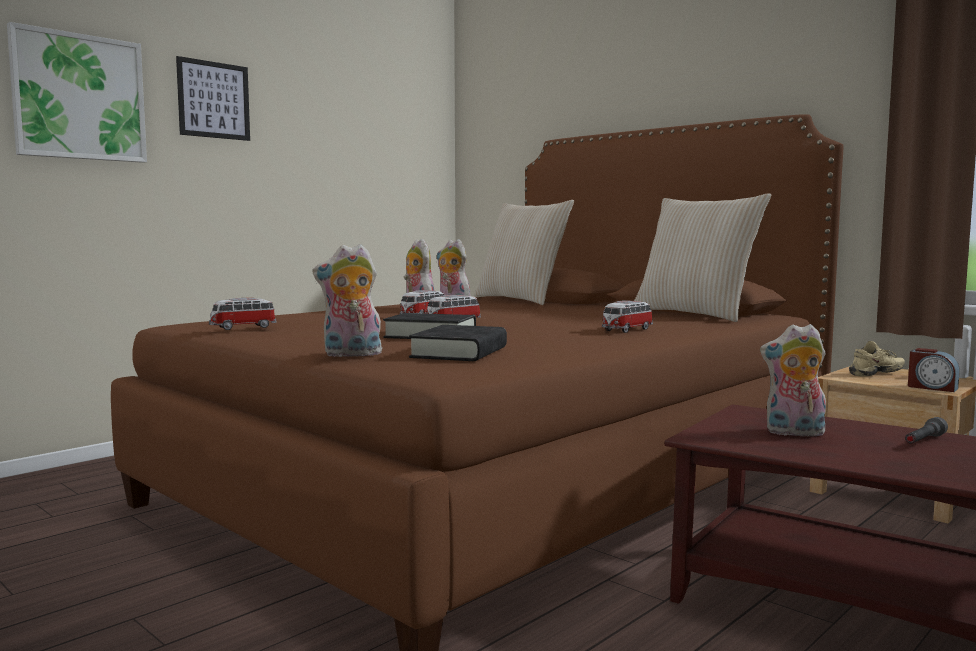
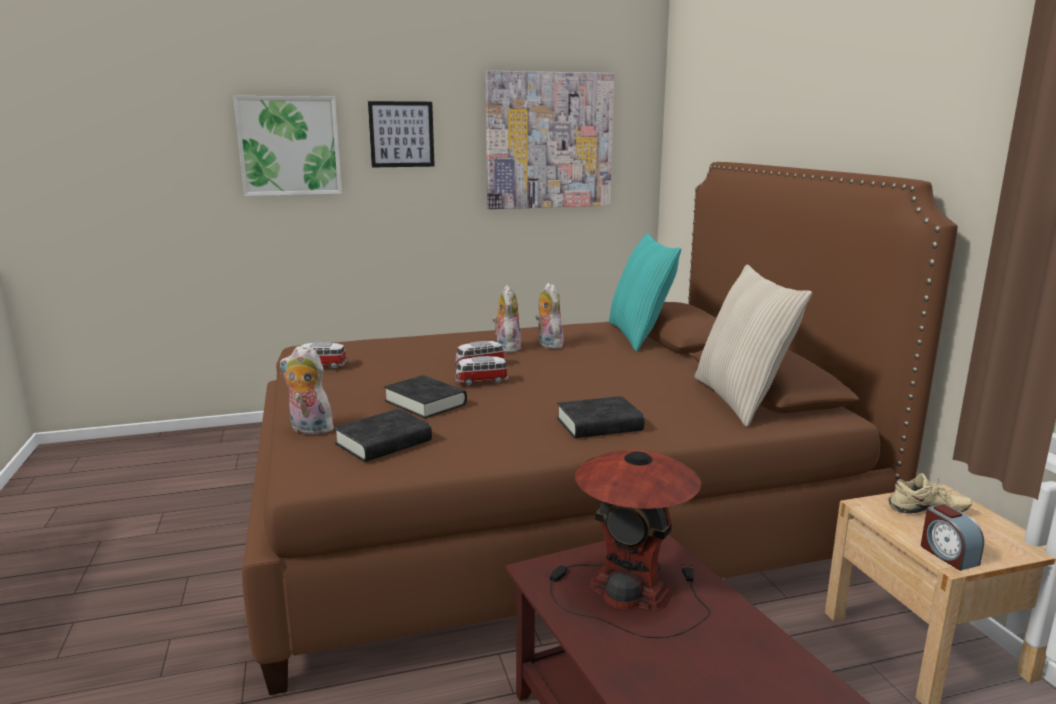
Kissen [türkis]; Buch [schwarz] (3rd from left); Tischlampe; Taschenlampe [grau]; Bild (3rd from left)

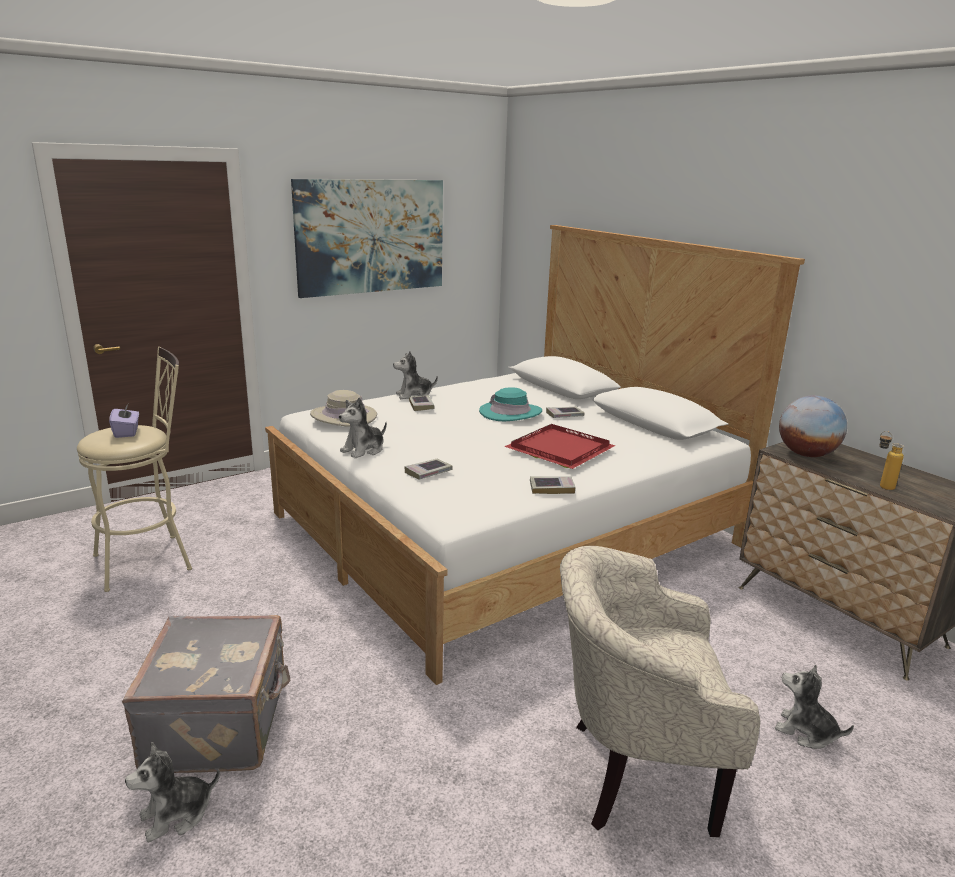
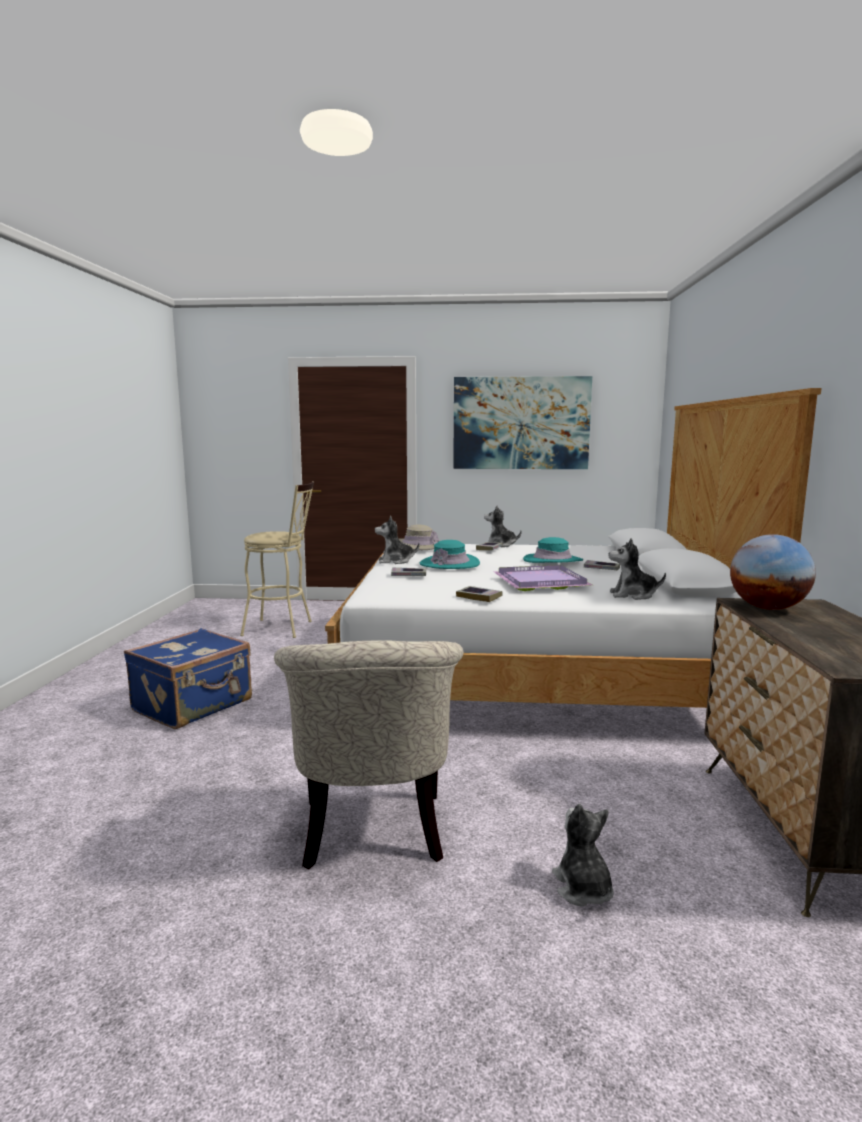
Taschentuchbox [lila]; Koffer [blau]; Plüschtier (4th from left); Tablett [lila]; Sessel [beige]; Flasche; Hut [türkis] (1st from left)

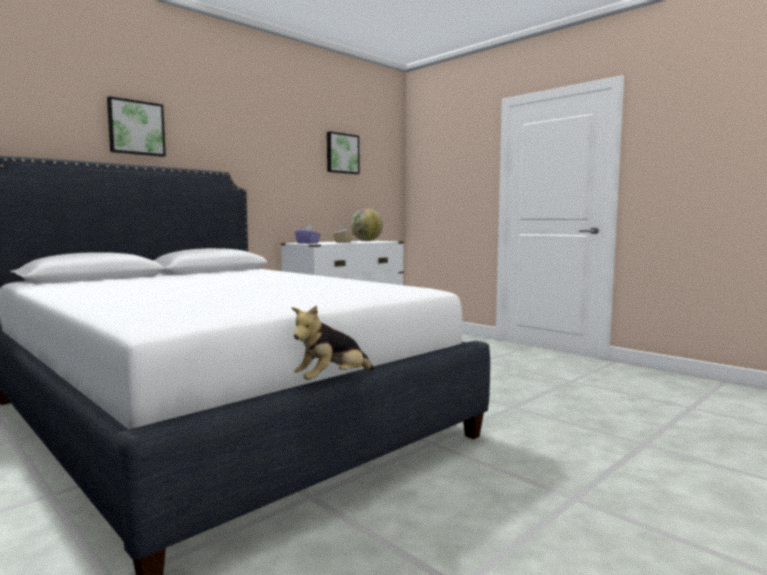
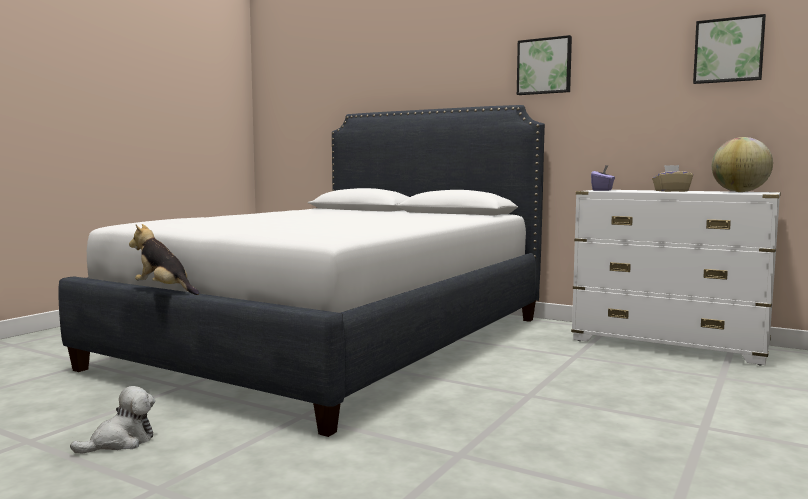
Bild (1st from left); Plüschtier (1st from left)

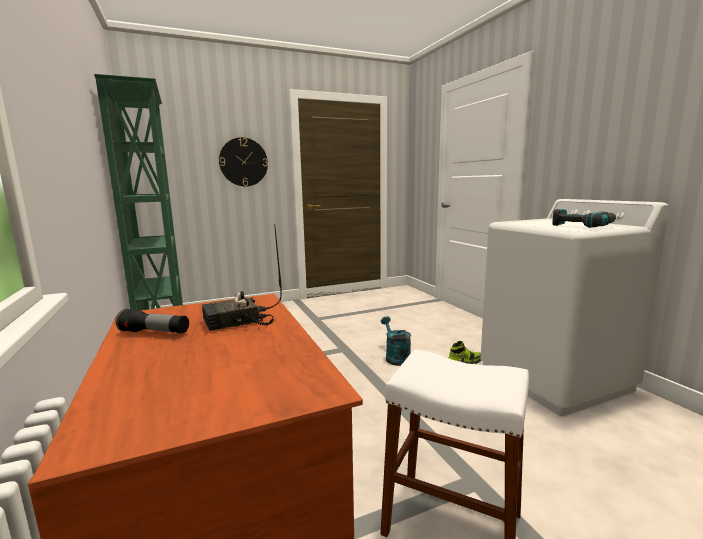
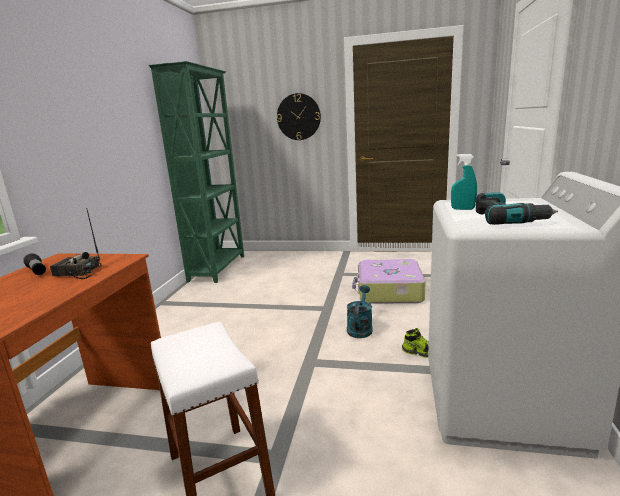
Koffer; Sprühflasche [türkis]

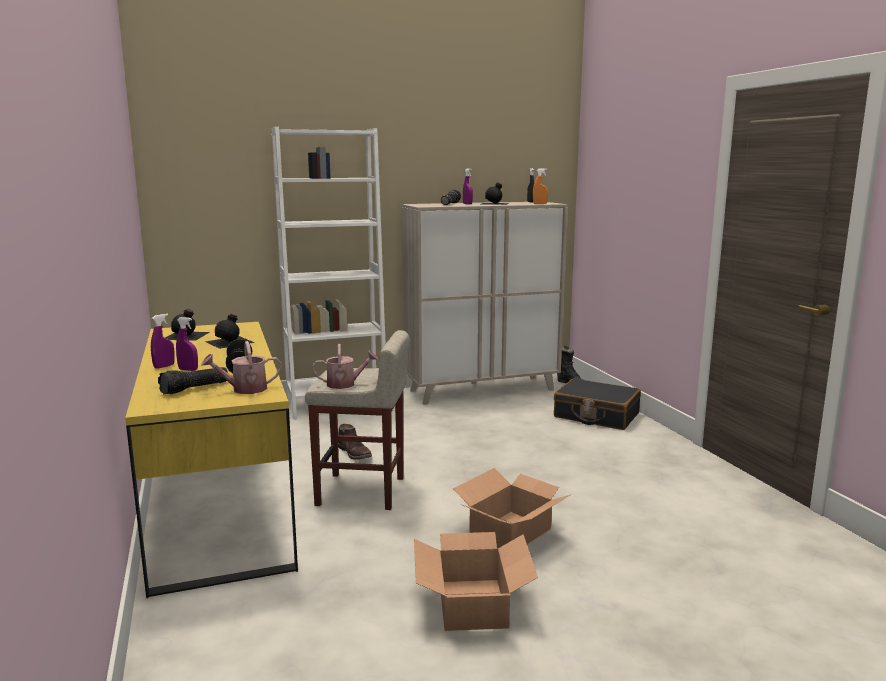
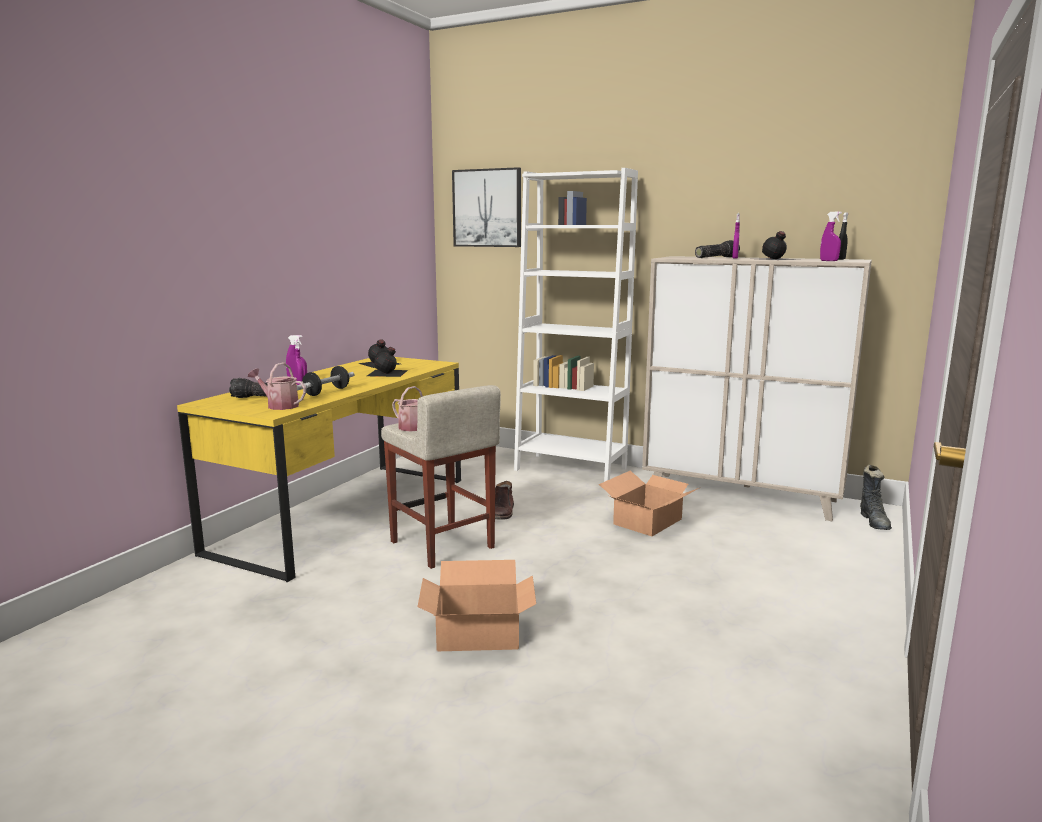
Karton (2nd from left); Sprühflasche [lila] (4th from left); Koffer [schwarz]; Bild

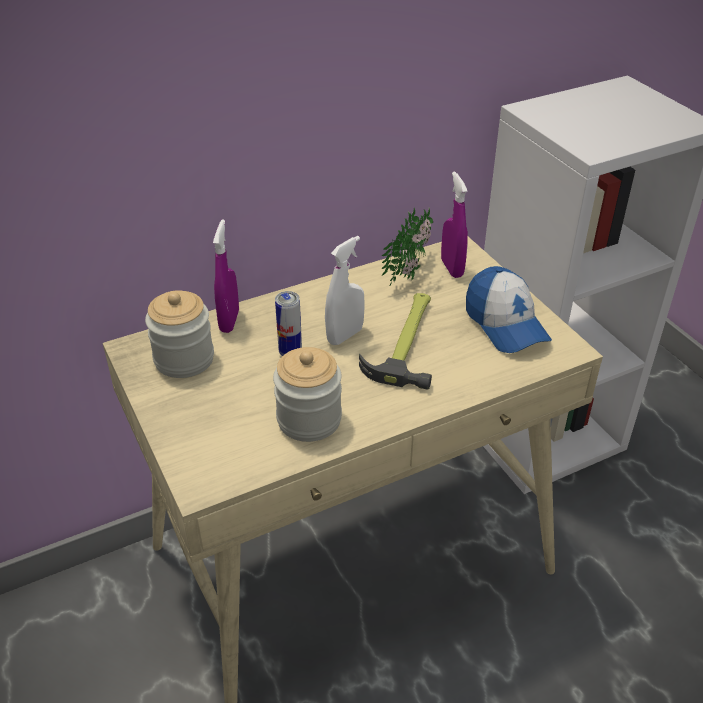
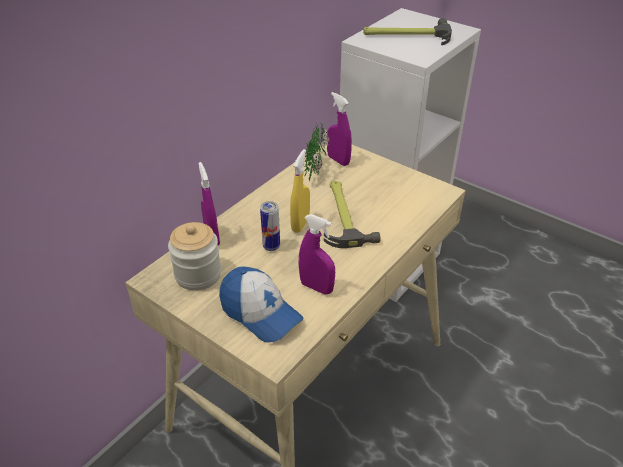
Sprühflasche [lila] (2nd from left); Sprühflasche [gelb]; Kappe; Hammer (2nd from left)

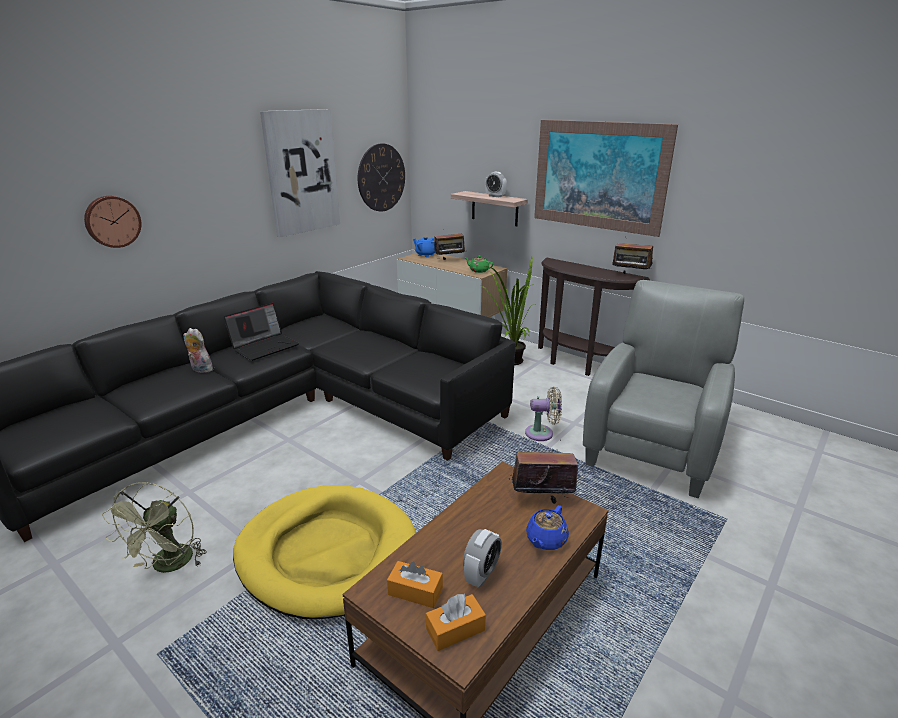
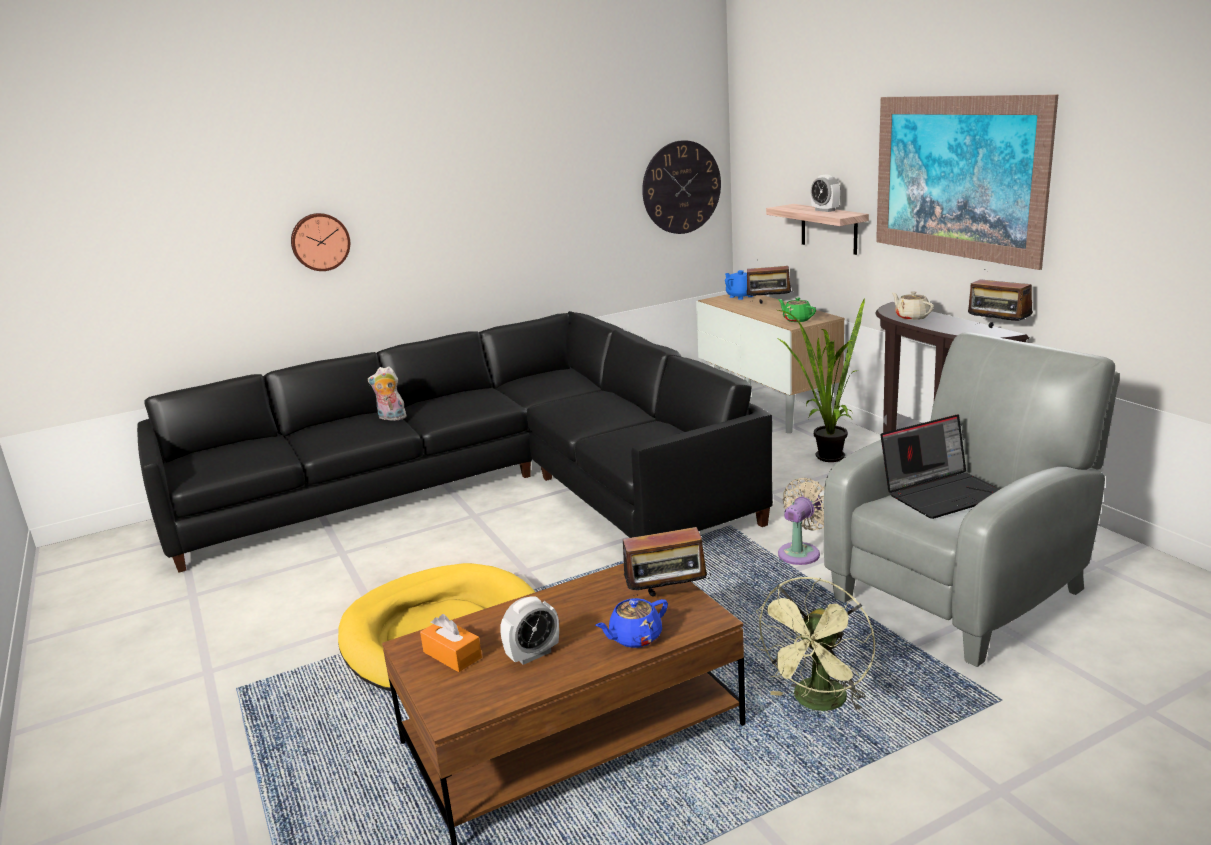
Ventilator [grün]; Plüschtier; Laptop; Bild (1st from left in the first image); Taschentuchbox [orange] (2nd from left in the first image); Radio (1st from left); Ventilator [beige]; Teekanne [beige]

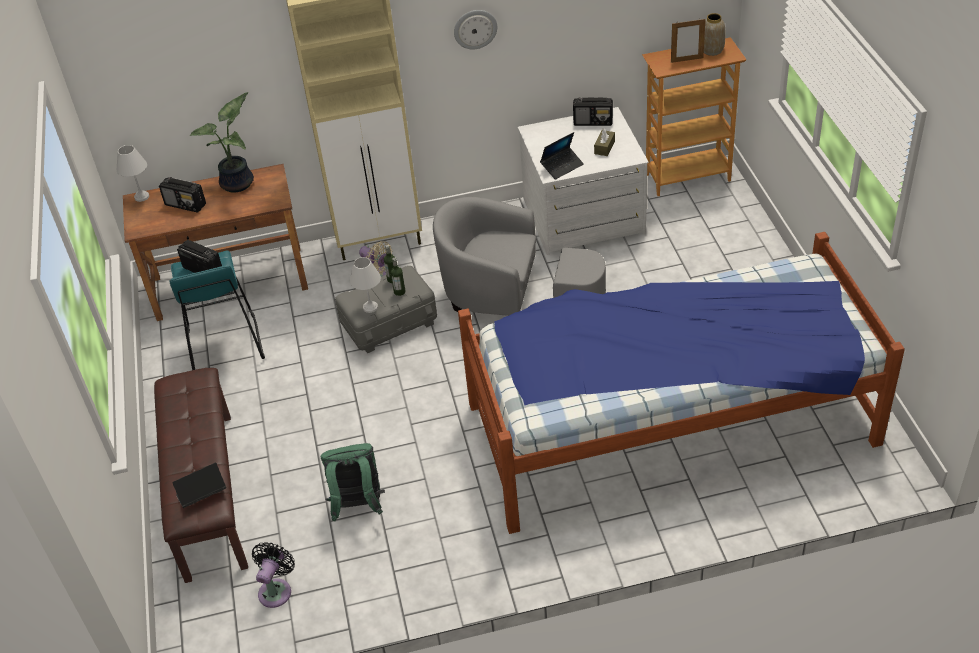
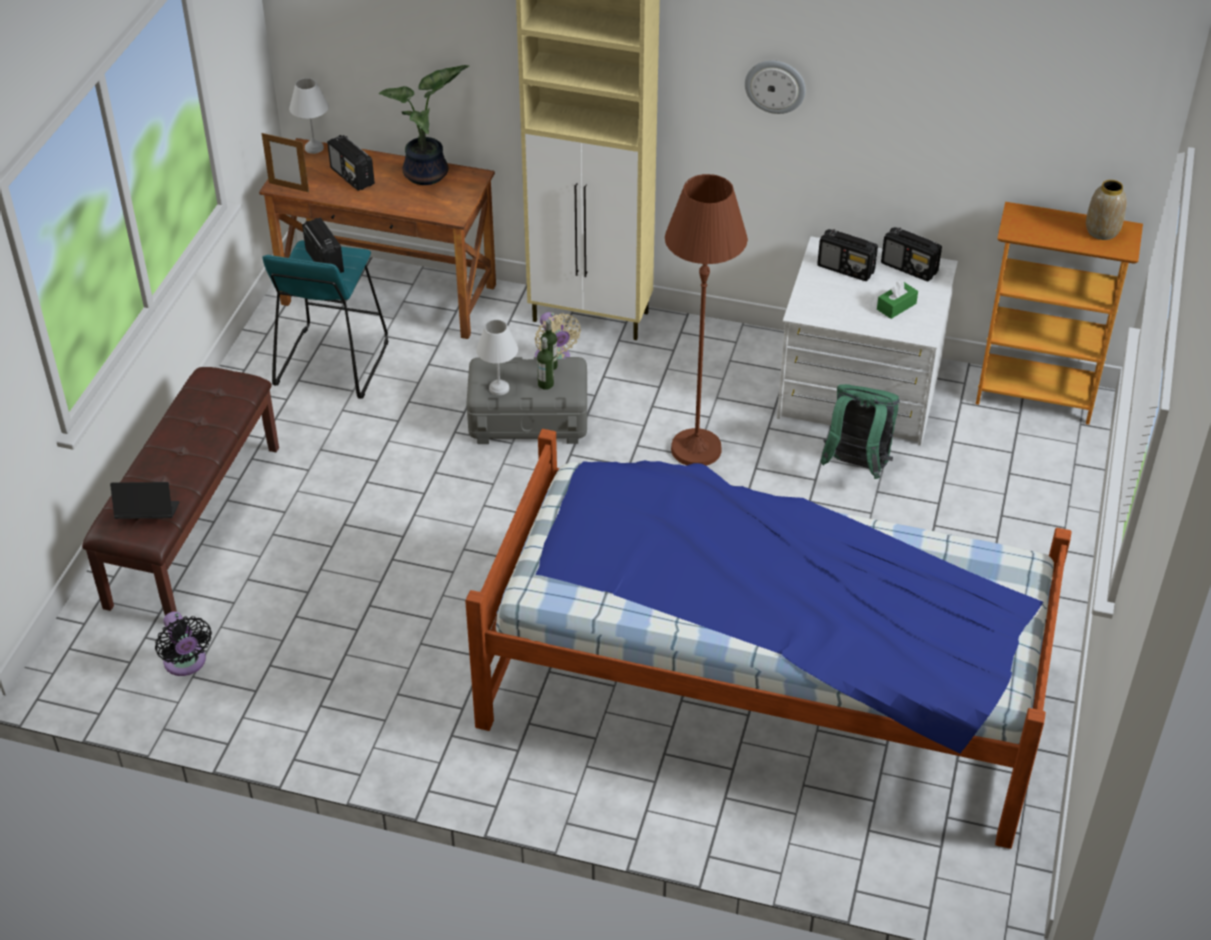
Ventilator [schwarz]; Rucksack [grün]; Stehlampe [braun]; Laptop (2nd from left in the first image); Taschentuchbox [grün]; Bilderrahmen; Radio (3rd from left)

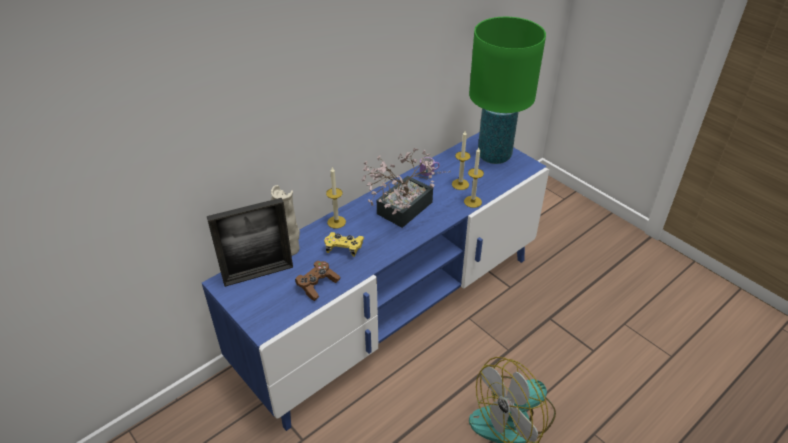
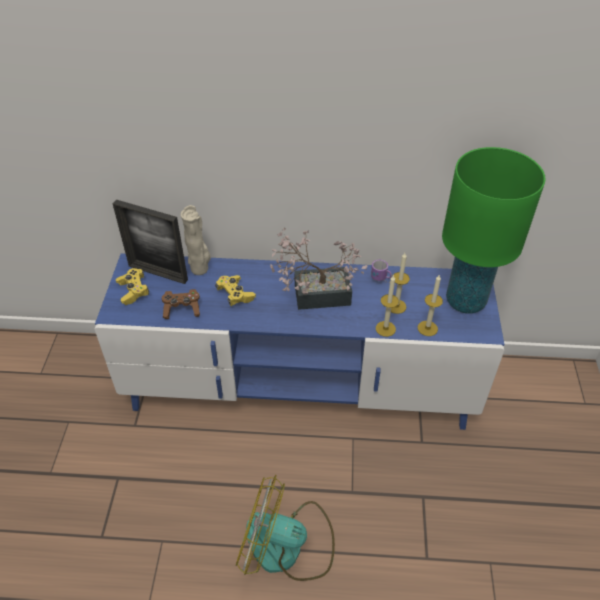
Kerze (3rd from left); Gamepad [gelb] (1st from left)

